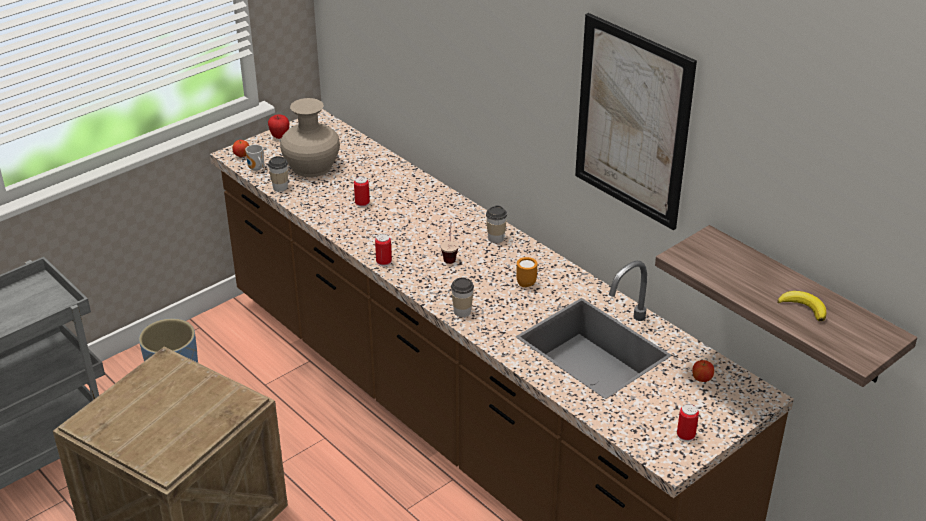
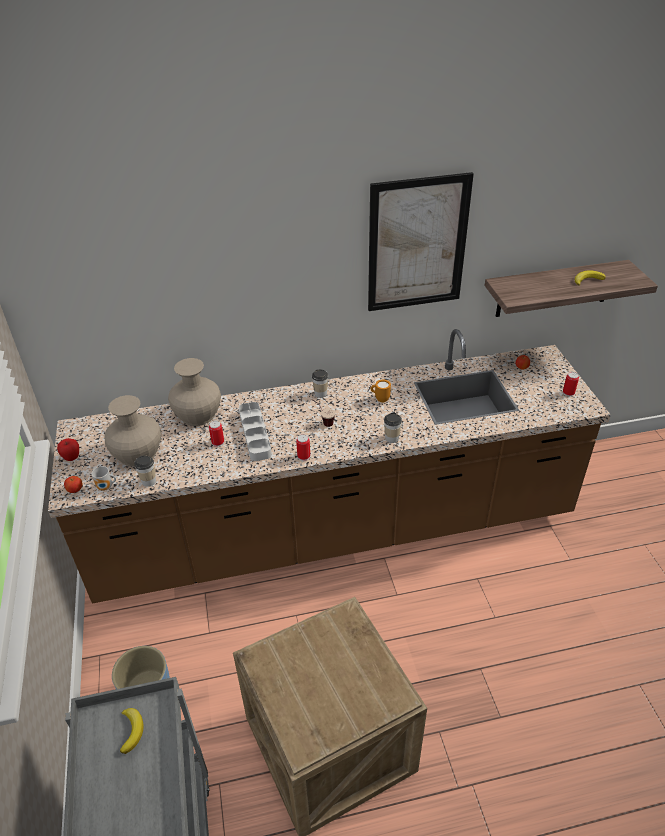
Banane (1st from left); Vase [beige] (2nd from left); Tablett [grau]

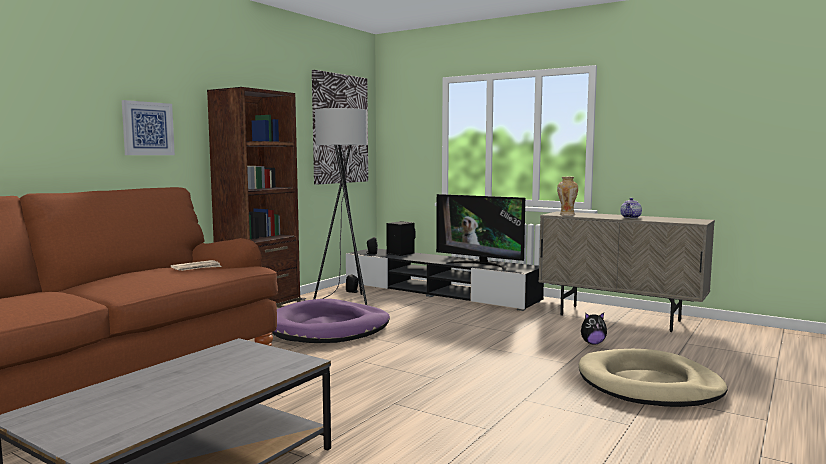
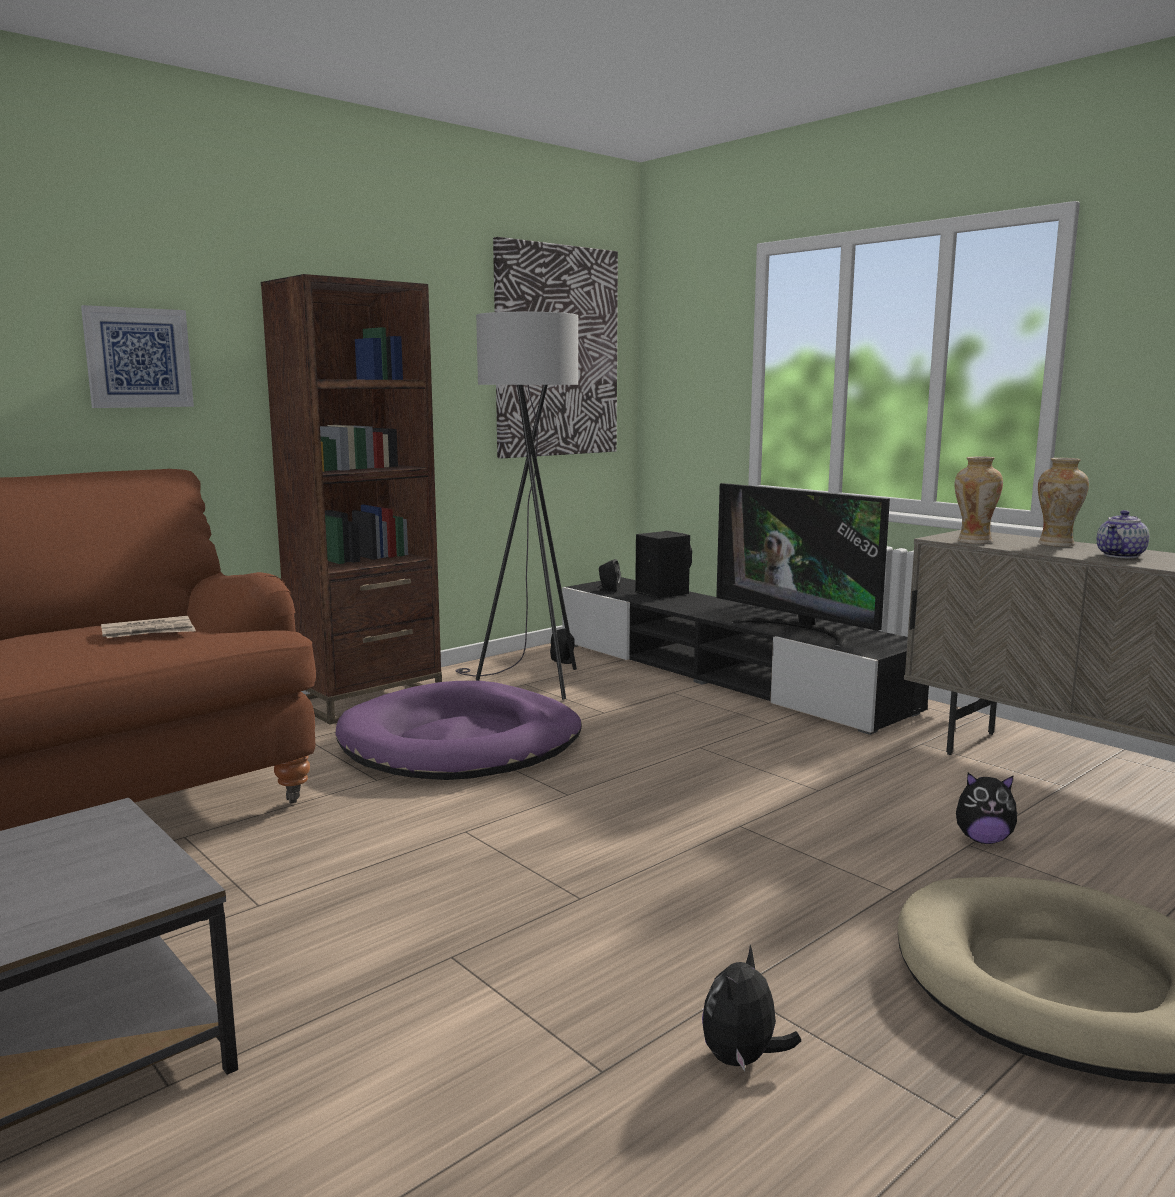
Plüschtier (1st from left); Vase (2nd from left)

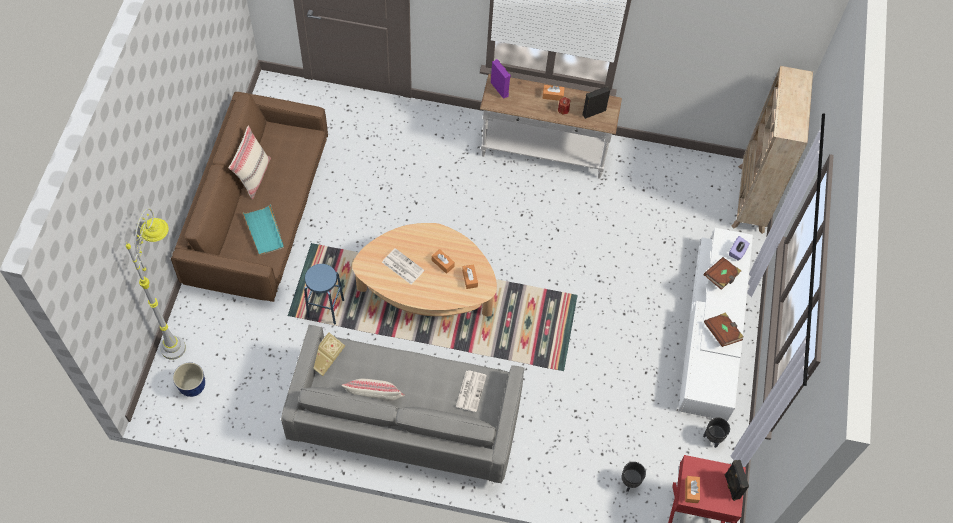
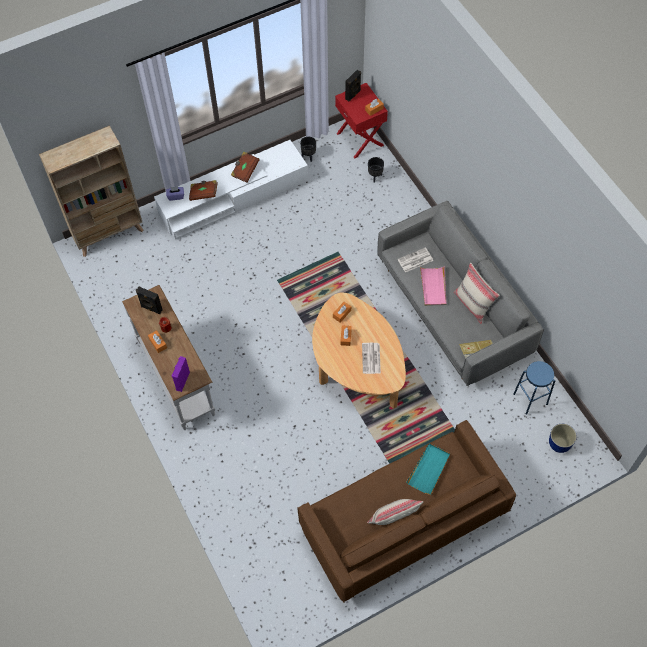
Stehlampe [grau]; Hocker [blau]; Tablett [rosa]

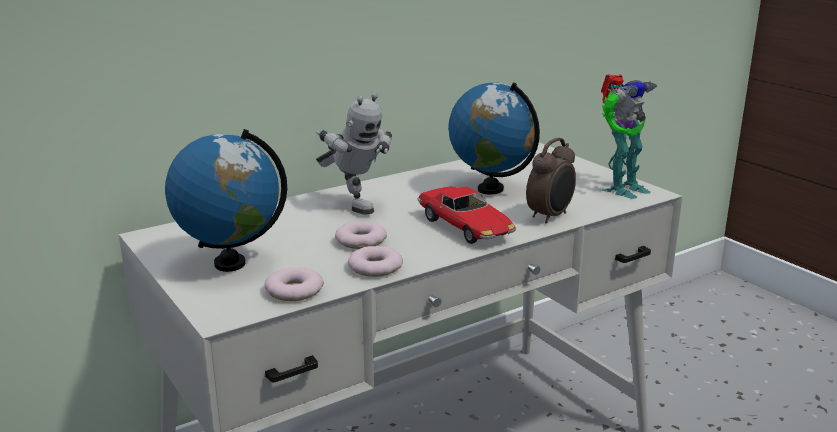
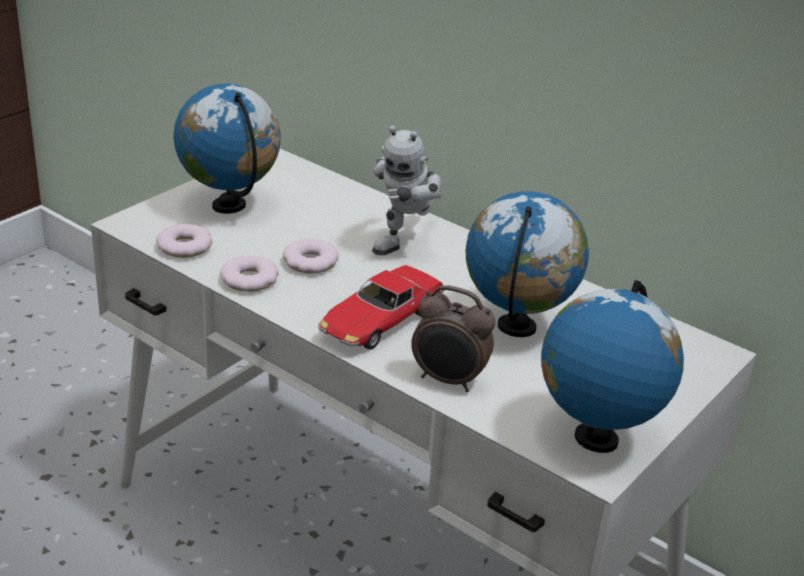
Globus (3rd from left)

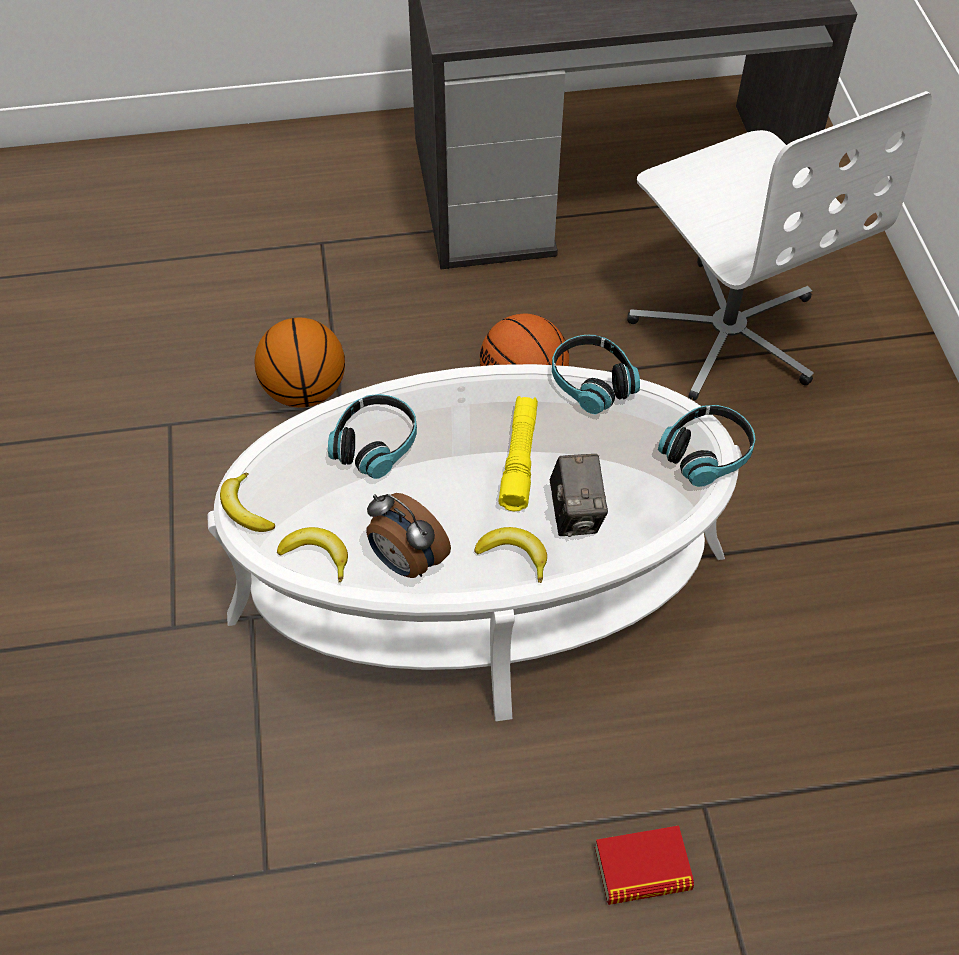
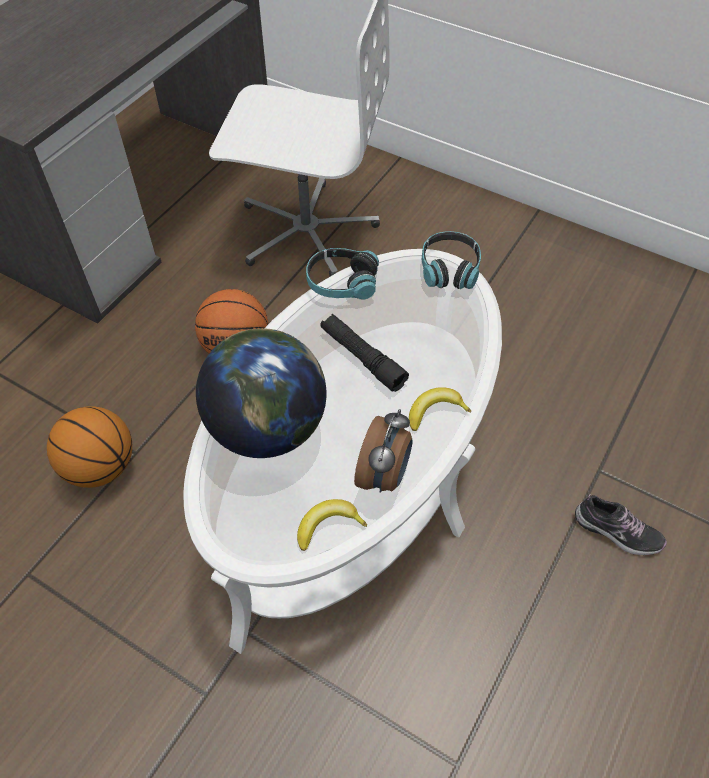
Banane (1st from left in the first image); Globus; Wecker; Taschenlampe [schwarz]; Kamera; Schuh

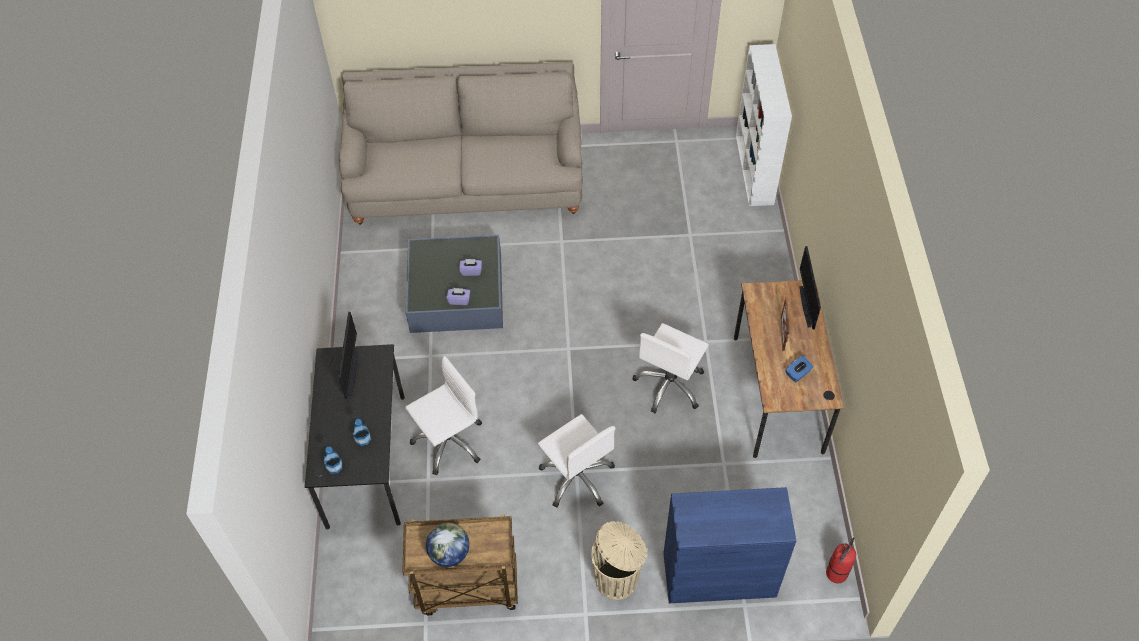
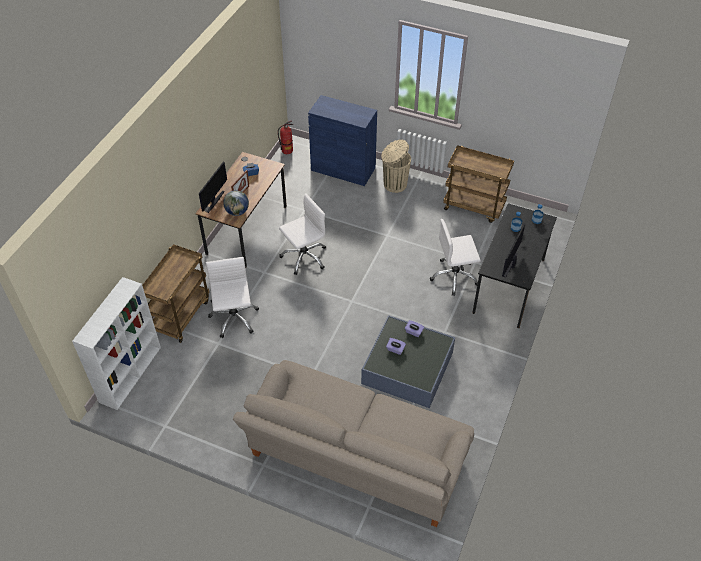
Globus; Bürostuhl [weiß] (1st from left); Rollwagen [braun] (1st from left)

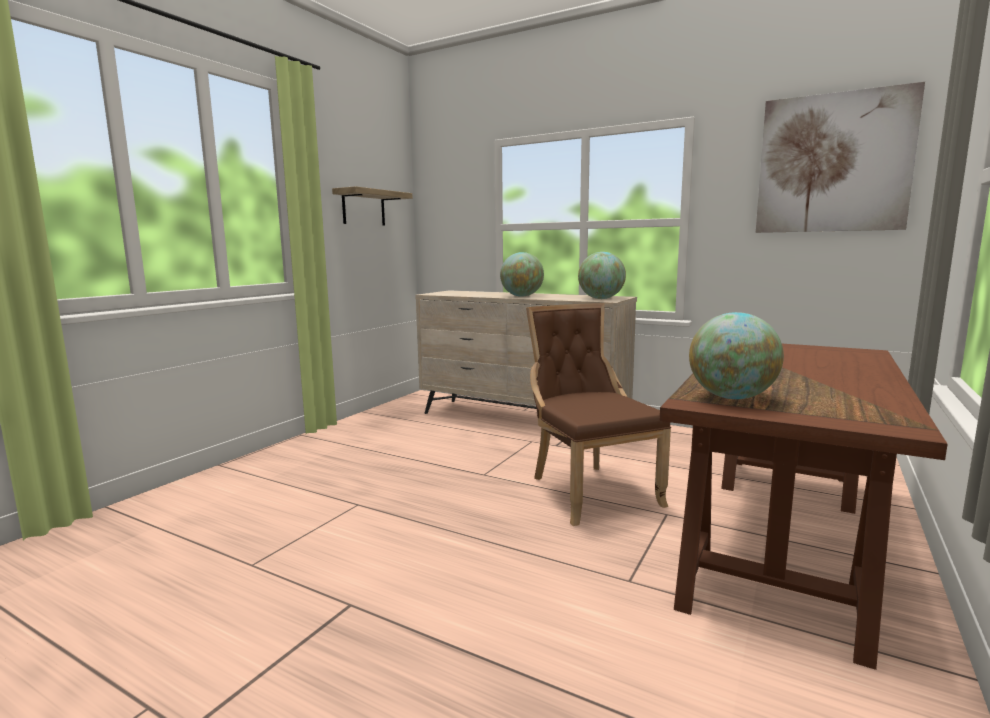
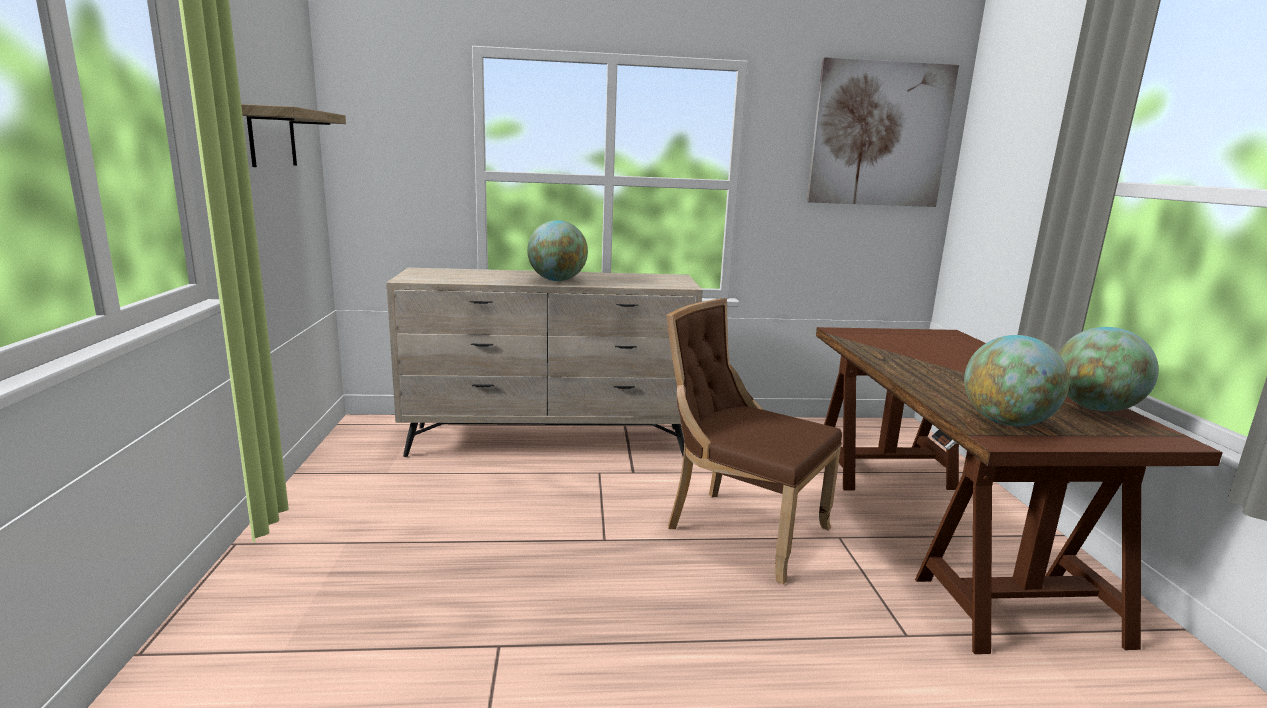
Globus (3rd from left)

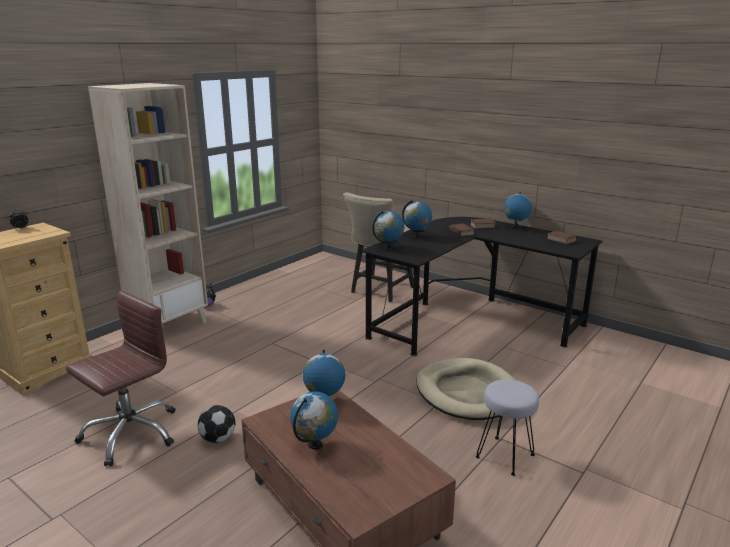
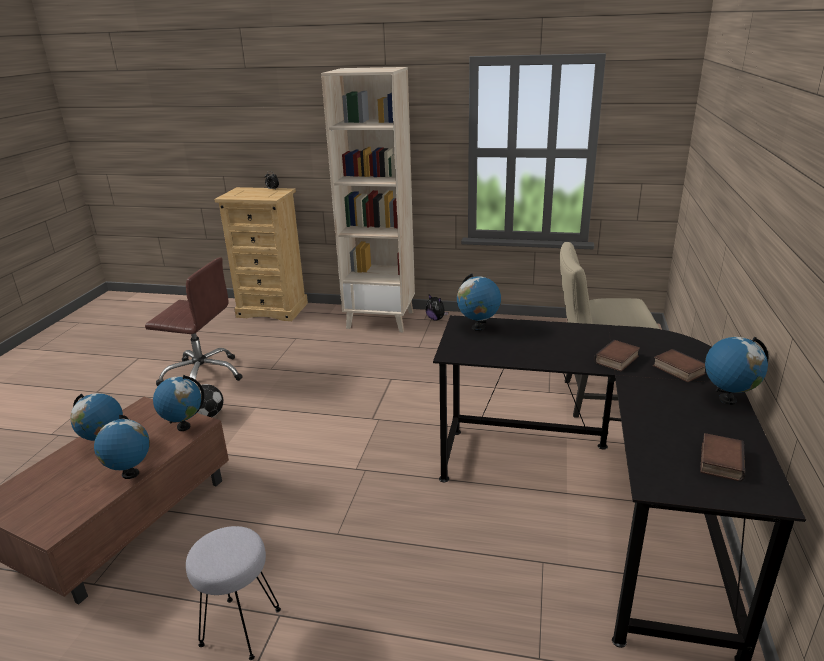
Globus (2nd from left); Hundebett [beige]

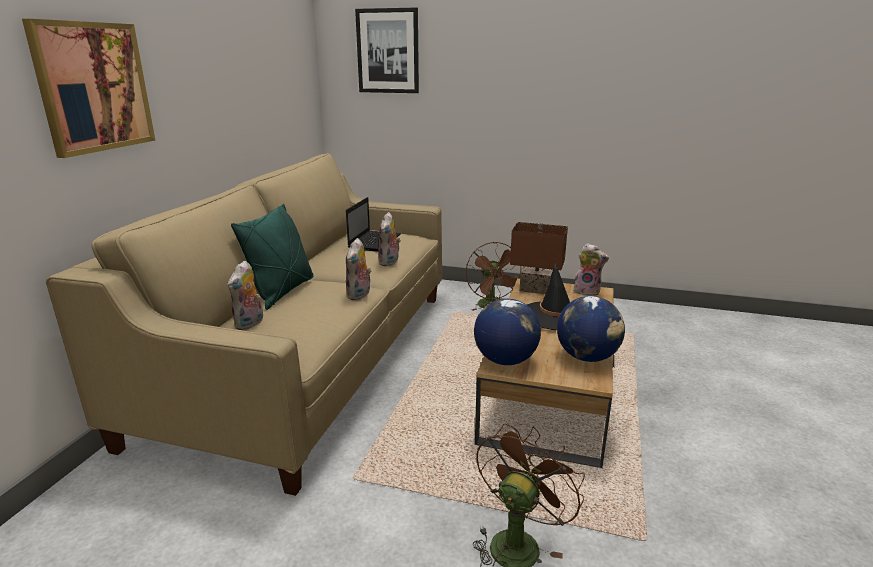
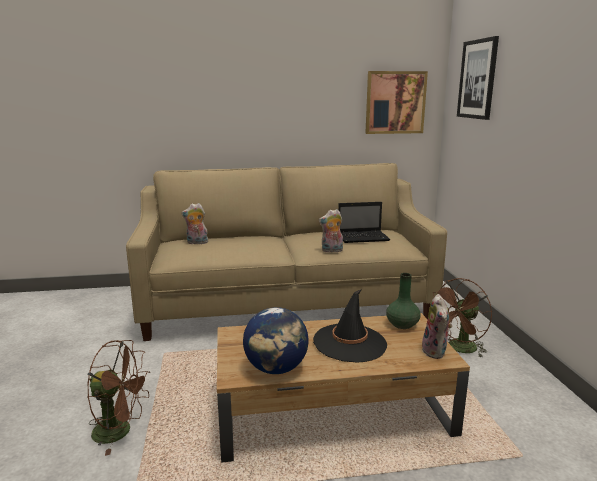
Bild (1st from left); Kissen [grün]; Plüschtier (2nd from left in the first image); Globus (1st from left in the first image); Vase [grün]

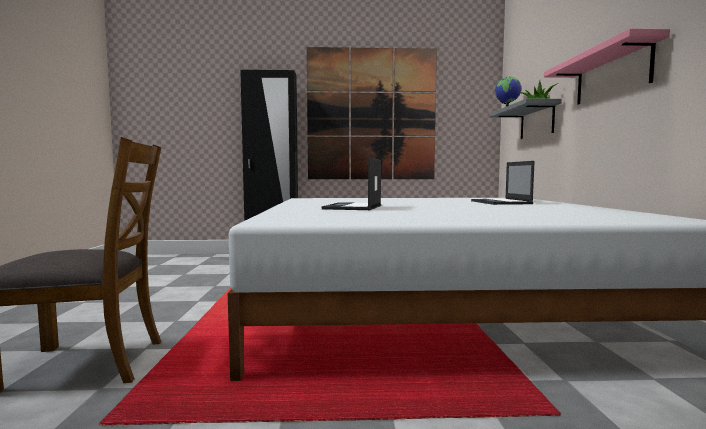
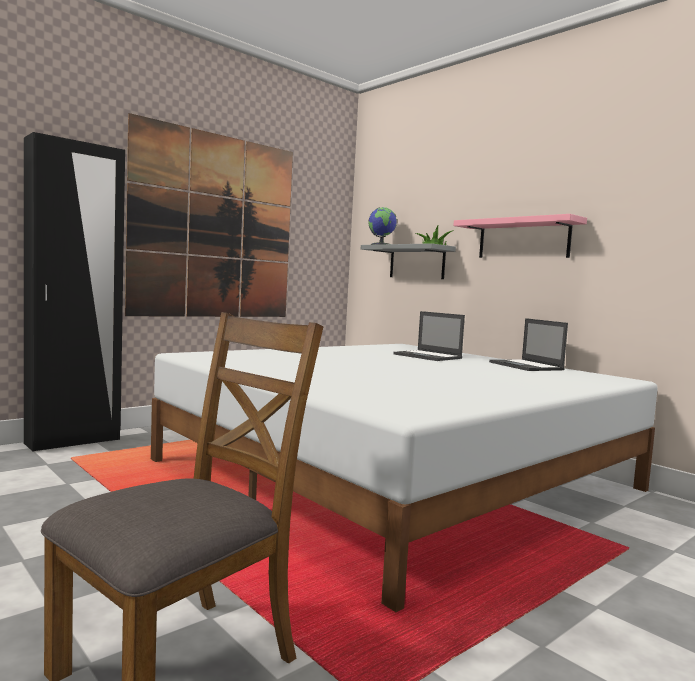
Laptop (2nd from left)

